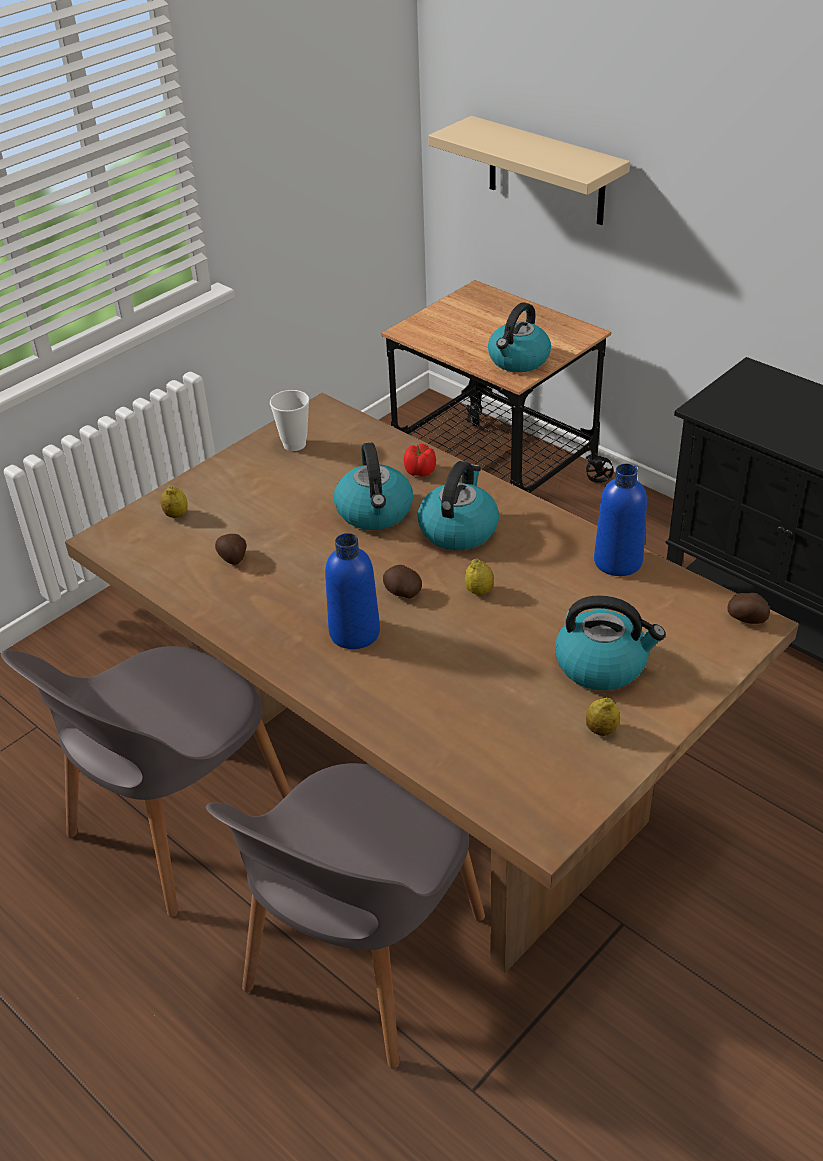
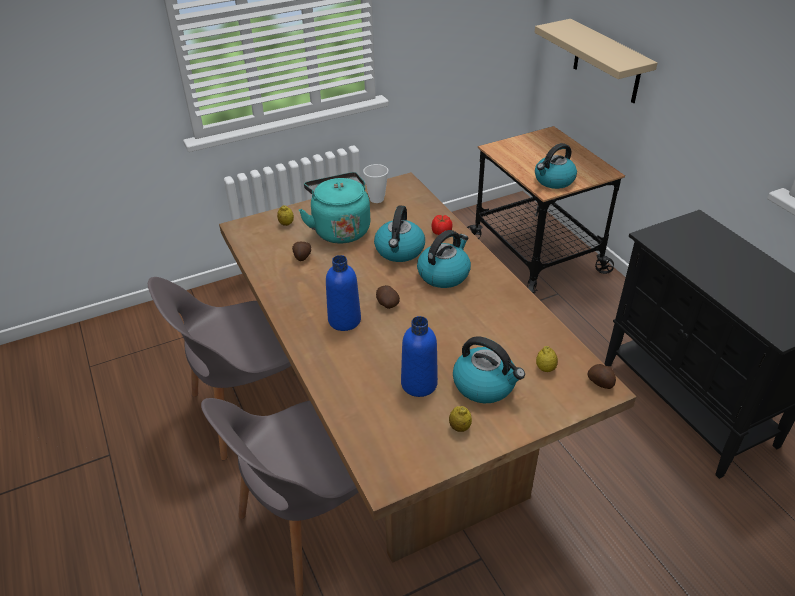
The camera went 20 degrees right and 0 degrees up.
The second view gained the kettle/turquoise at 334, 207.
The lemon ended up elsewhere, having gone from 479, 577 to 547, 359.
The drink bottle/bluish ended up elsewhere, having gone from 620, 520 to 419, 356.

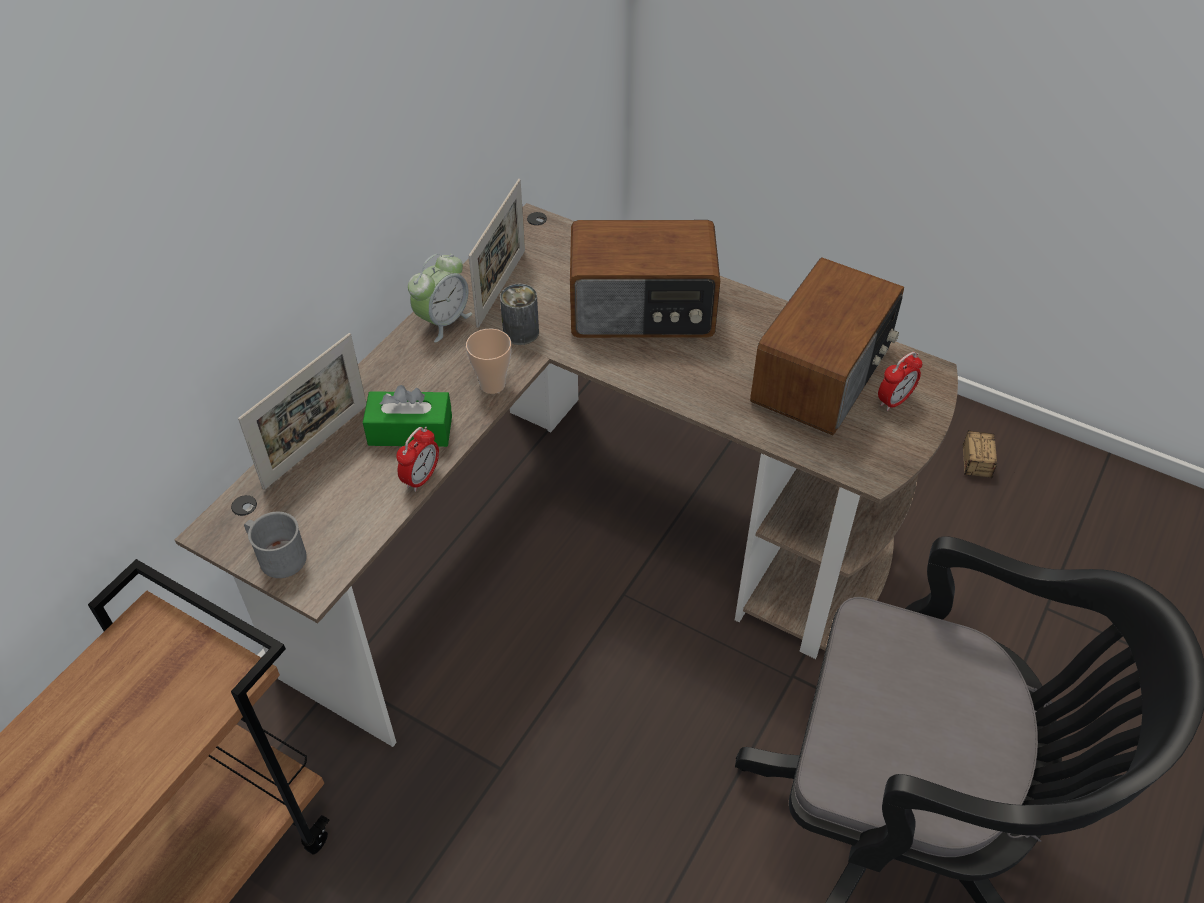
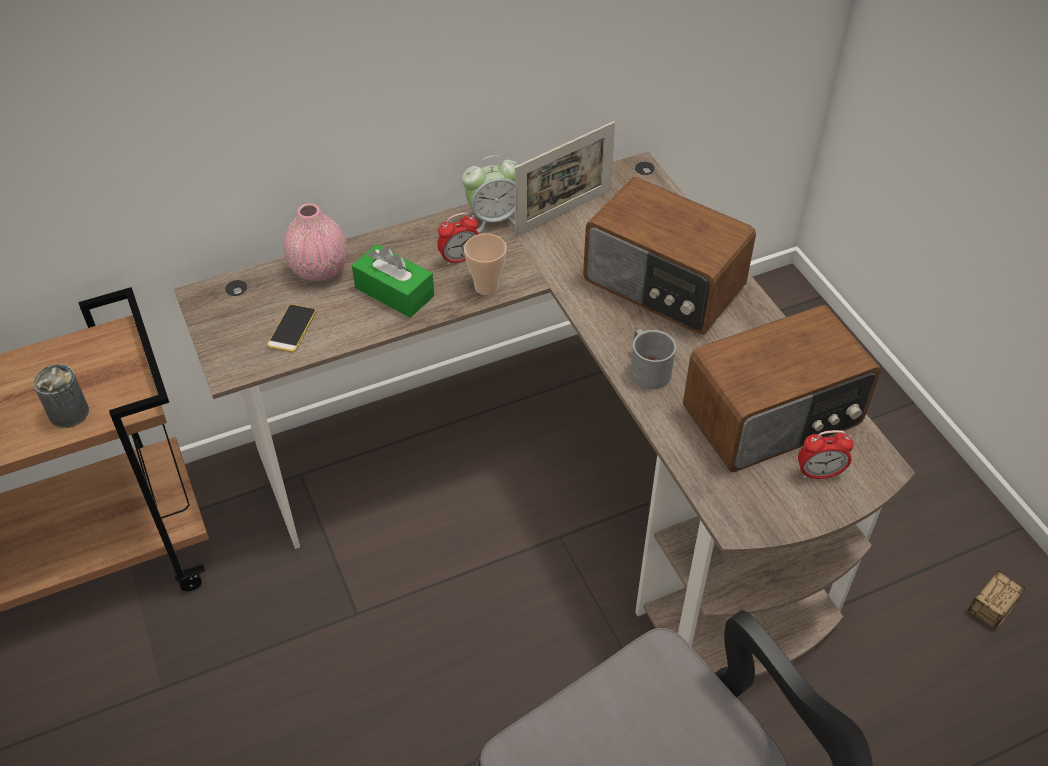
The camera went 35 degrees right and 0 degrees up.
The second view gained the telephone at 292, 328.
The mug/grey ended up elsewhere, having gone from 275, 545 to 653, 359.
The table clock ended up elsewhere, having gone from 417, 459 to 458, 239.
The sealed can ended up elsewhere, having gone from 519, 314 to 61, 396.
Where the photo frame stood at 302, 411, the decorative vase/pink came to stand at 315, 242.

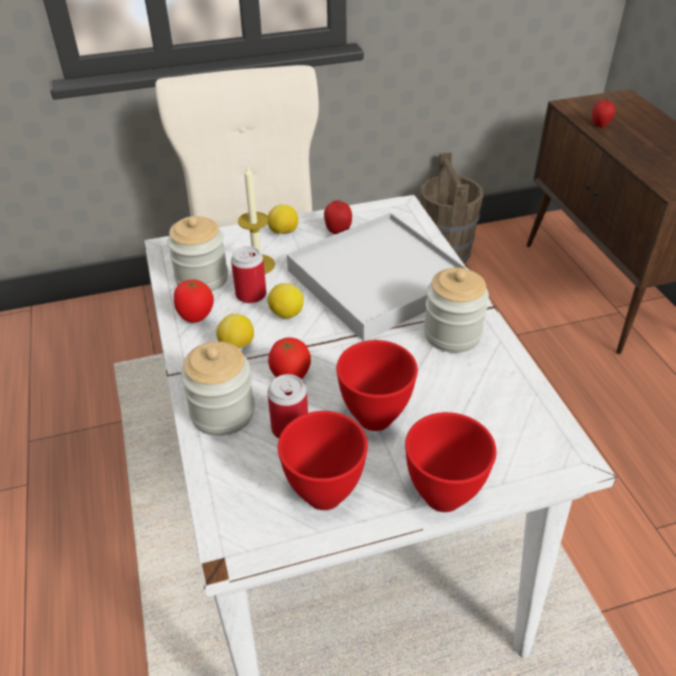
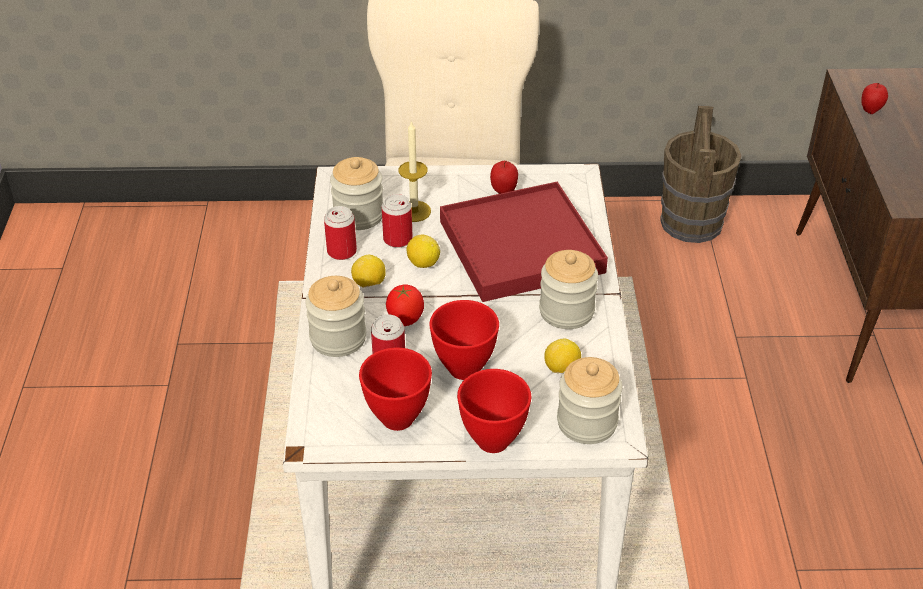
The camera went 15 degrees right and 0 degrees up.
The second view gained the preserve jar at 590, 400.
The lemon ended up elsewhere, having gone from 283, 219 to 562, 355.
Where the tomato stood at 194, 301, the sealed can came to stand at 340, 233.
What was the tray/whitish at 378, 276 turned into the tray/red-coloured at 524, 242.

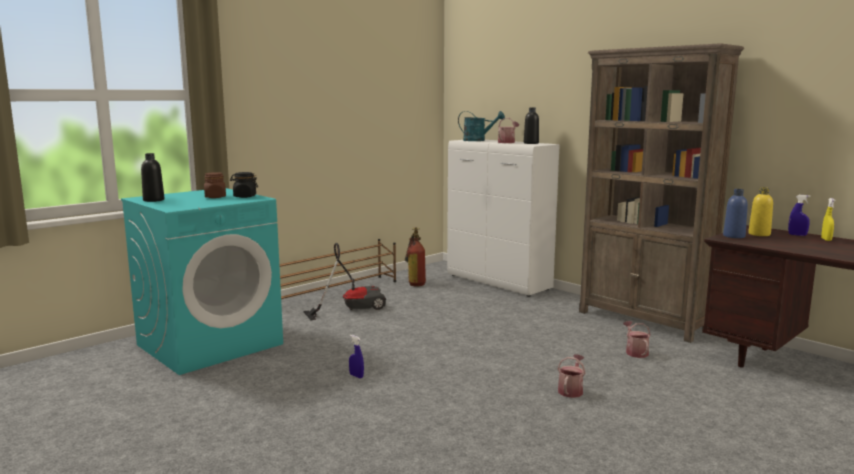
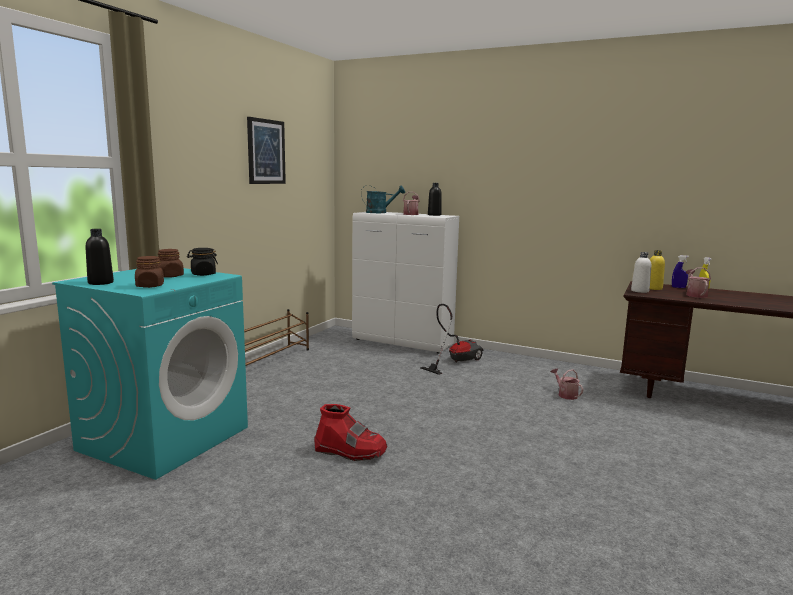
The camera went 20 degrees left and 0 degrees up.
The second view lost the fire-fighting cylinder at 415, 257.
The second view lost the bookshelf/brown at 661, 193.
The second view gained the preserve jar/brown at 149, 272.
The second view gained the wall art at 266, 150.
The vacuum ended up elsewhere, having gone from 344, 281 to 451, 339.
The watering pot ended up elsewhere, having gone from 572, 376 to 698, 282.
Where the spray bottle/bluish stood at 356, 356, the high-top boot/red-coloured came to stand at 350, 432.
What was the drink bottle/bluish at 735, 213 turned into the drink bottle/whitish at 641, 272.

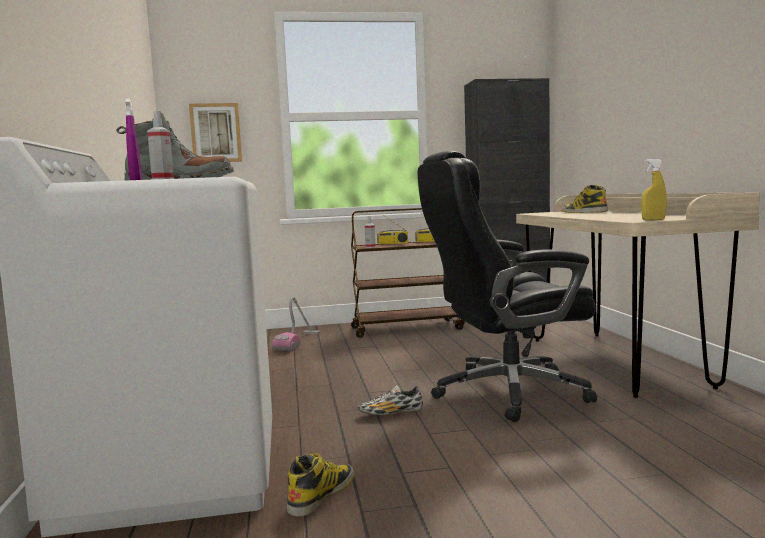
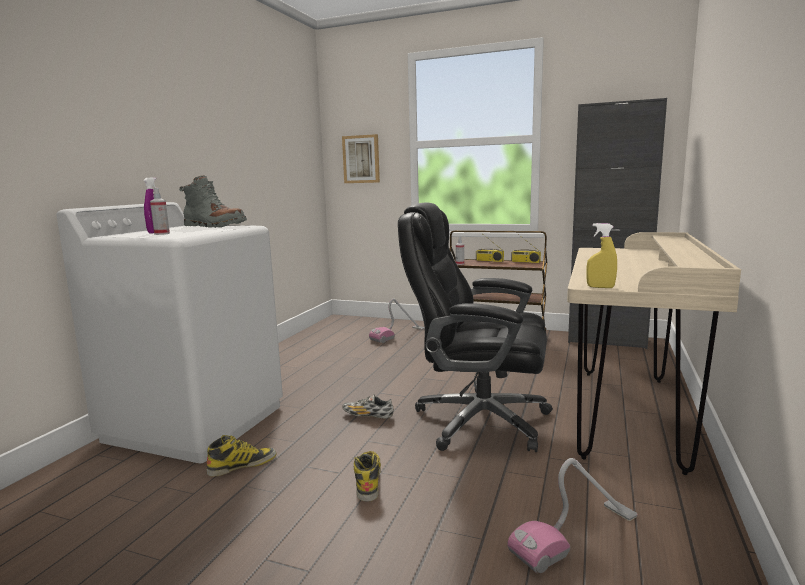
The camera went 30 degrees right and 5 degrees up.
The second view gained the vacuum at 572, 515.
The high-top boot ended up elsewhere, having gone from 584, 199 to 367, 476.

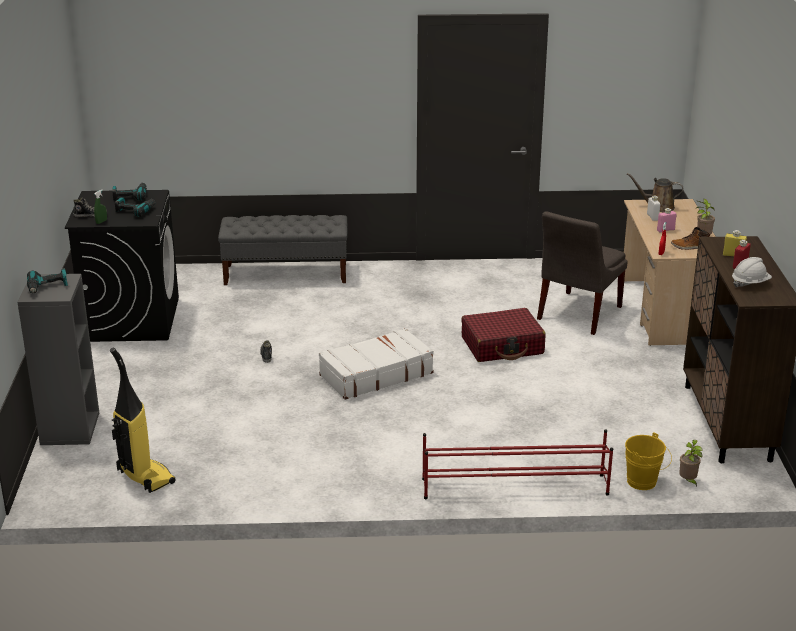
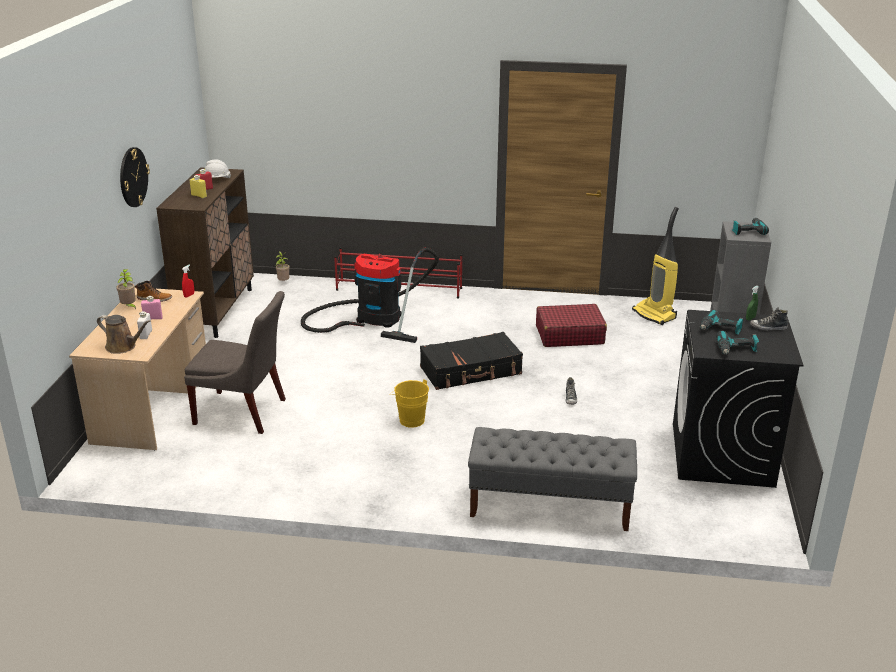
The camera went 170 degrees left and 0 degrees up.
The second view gained the clock on the wall at 135, 177.
The second view gained the vacuum at 370, 295.
The suitcase/red-coloured ended up elsewhere, having gone from 503, 335 to 571, 325.
The pail/yellowish ended up elsewhere, having gone from 648, 461 to 409, 403.
What was the suitcase/whitish at 376, 364 turned into the suitcase/black-coloured at 471, 361.
The chair/grey at 582, 273 ended up facing another way, 60 degrees clockwise from before.

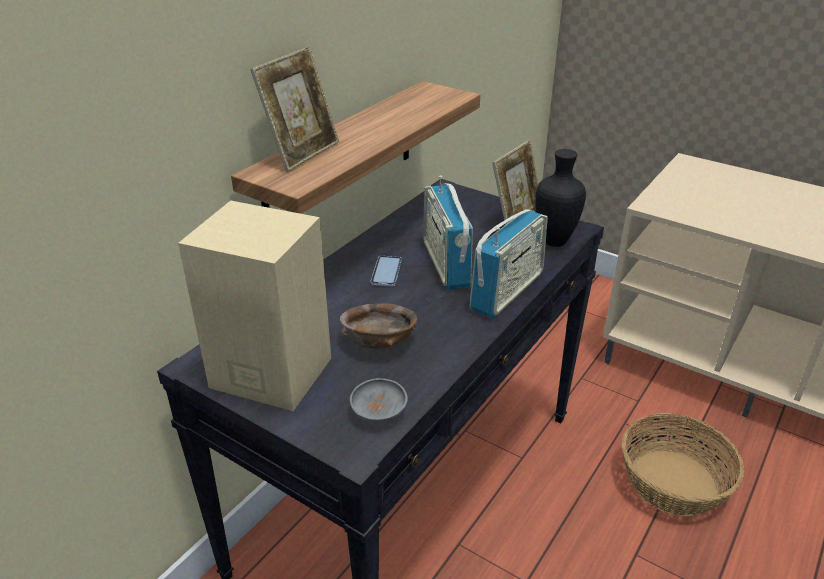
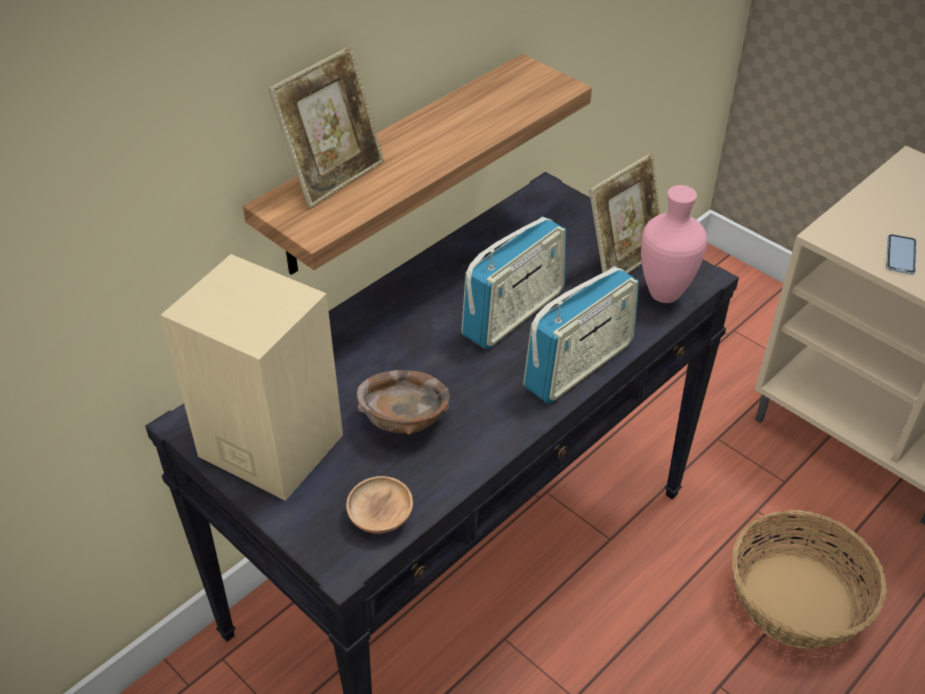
The camera went 10 degrees right and 10 degrees up.
The telephone ended up elsewhere, having gone from 386, 271 to 901, 254.
What was the bowl/grey at 379, 401 turned into the bowl/brown at 379, 505.
What was the decorative vase/black-coloured at 561, 198 turned into the decorative vase/pink at 674, 244.
The radio at 448, 232 ended up facing another way, 135 degrees counterclockwise from before.

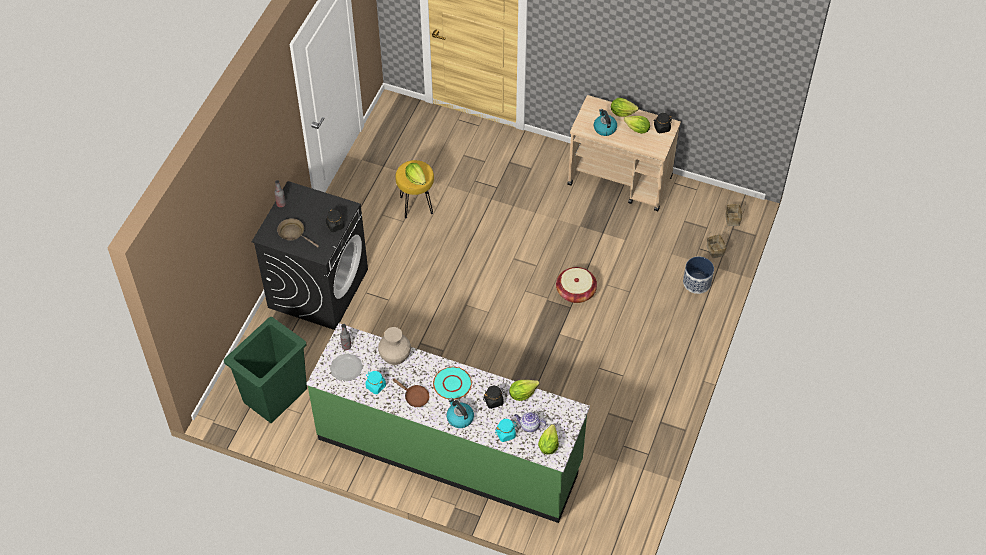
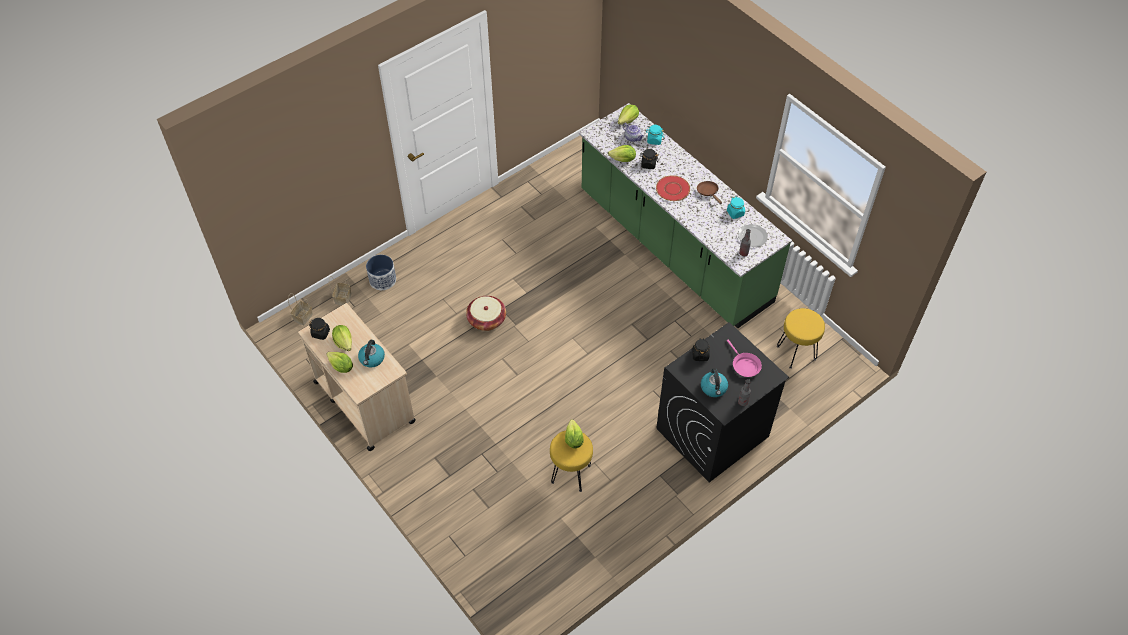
The camera went 150 degrees left and 0 degrees up.
The second view lost the decorative vase/beige at 394, 346.
The kettle ended up elsewhere, having gone from 460, 413 to 714, 382.
Where the waste bin/greenish stood at 265, 370, the stool seat/yellowish came to stand at 801, 338.
What was the pan/brown at 298, 232 turned into the pan/pink at 744, 358.
What was the flat dish/turquoise at 452, 383 turned into the flat dish/red-coloured at 673, 188.

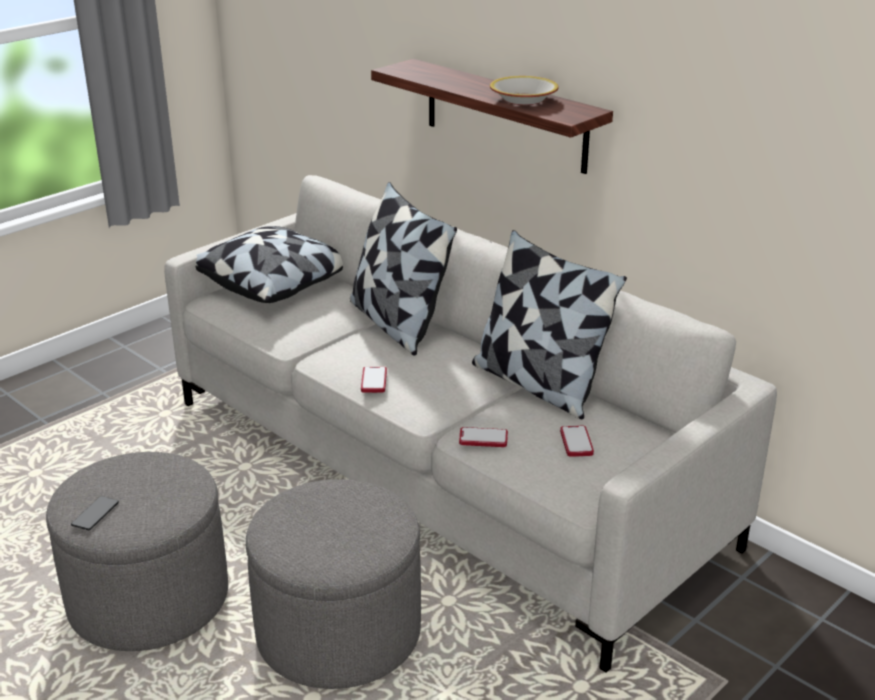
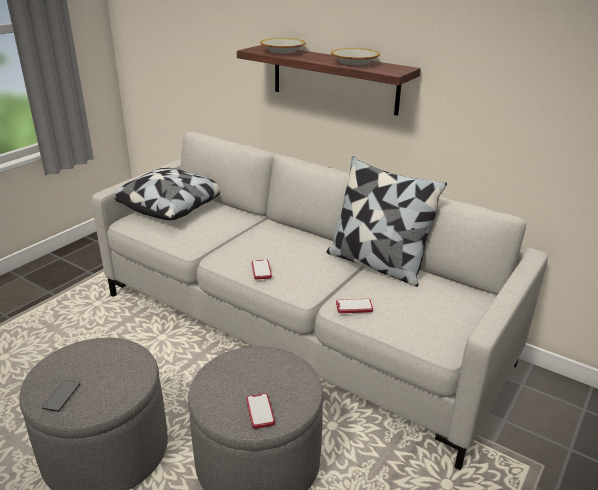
The camera went 10 degrees left and 0 degrees up.
The second view lost the throw pillow at 403, 268.
The second view gained the bowl at 283, 46.
The telephone ended up elsewhere, having gone from 577, 441 to 260, 411.

